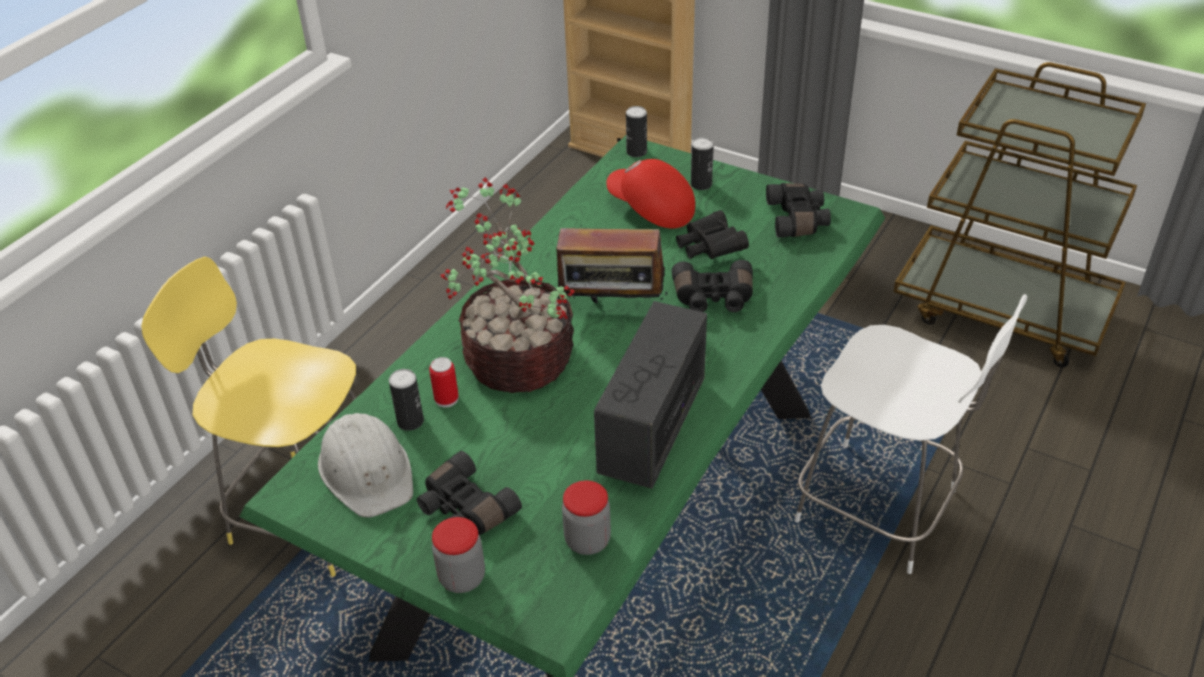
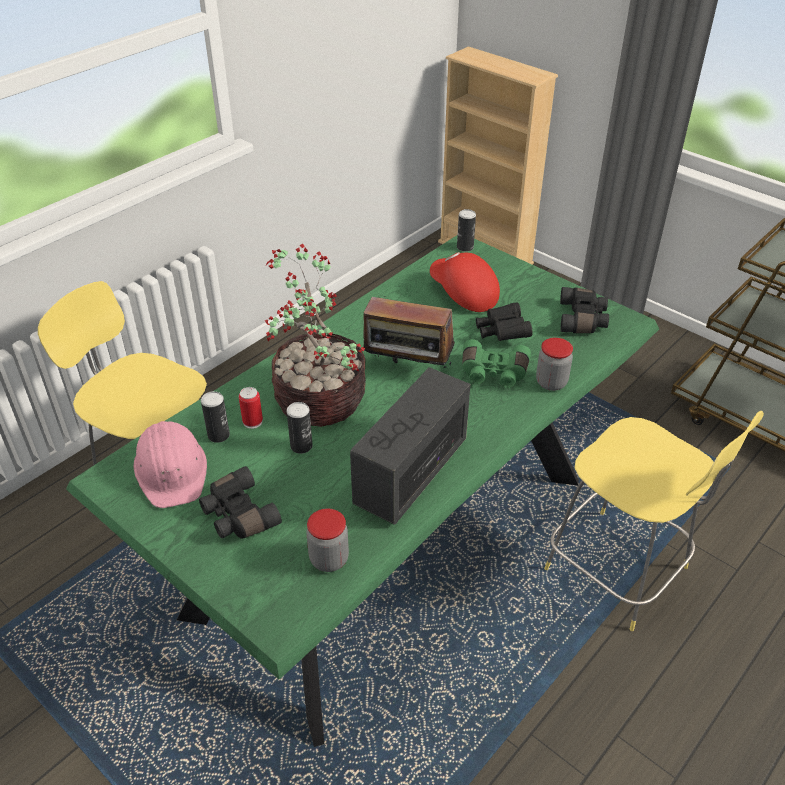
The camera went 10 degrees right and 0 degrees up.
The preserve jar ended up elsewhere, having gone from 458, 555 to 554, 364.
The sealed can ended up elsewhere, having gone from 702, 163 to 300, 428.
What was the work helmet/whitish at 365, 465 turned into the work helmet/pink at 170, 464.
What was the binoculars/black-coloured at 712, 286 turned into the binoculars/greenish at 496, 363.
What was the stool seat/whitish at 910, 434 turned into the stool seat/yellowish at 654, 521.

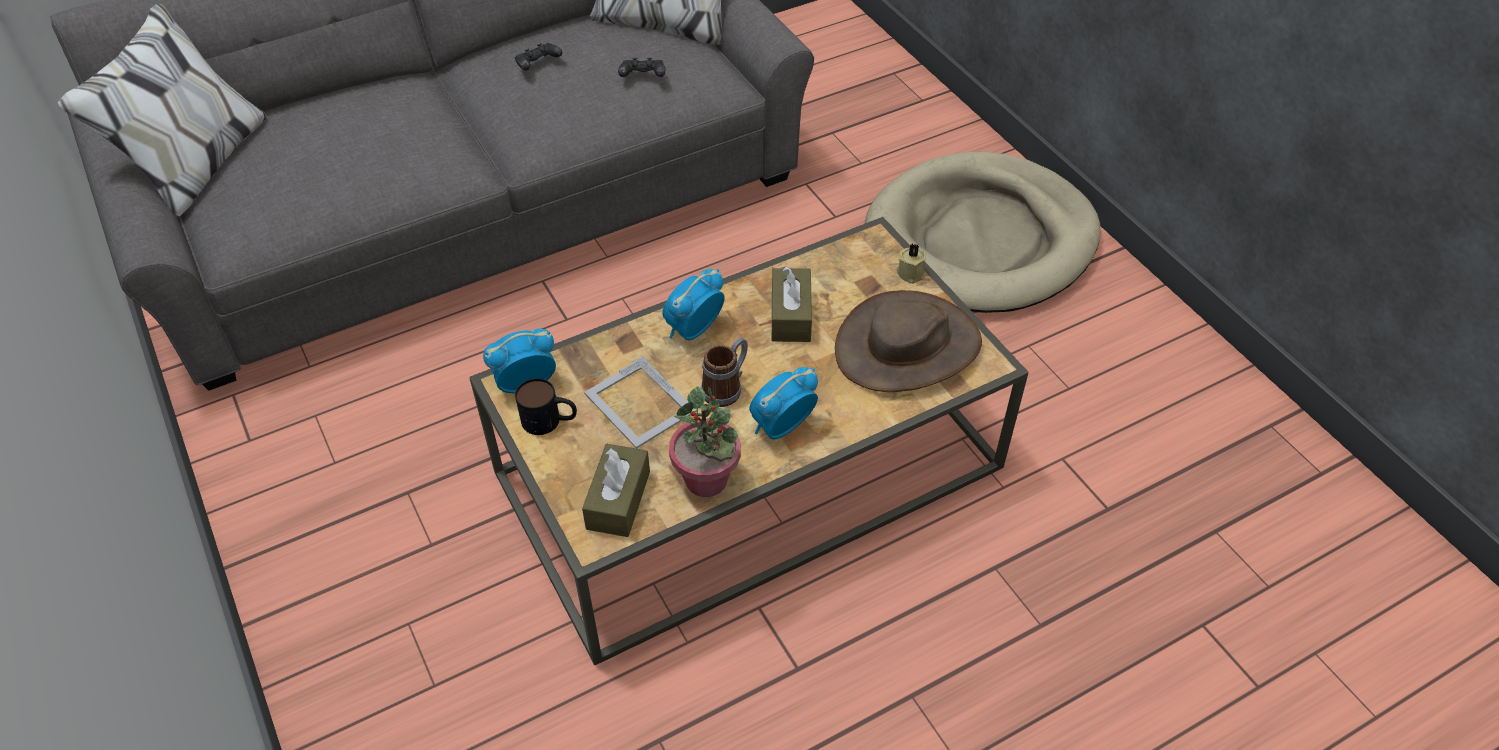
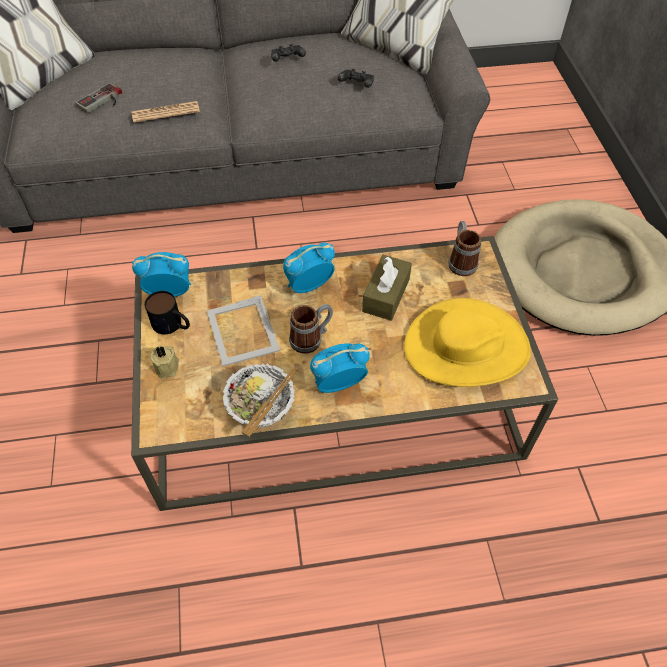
The camera went 20 degrees right and 5 degrees up.
The second view lost the tissue holder/brown at 616, 490.
The second view gained the gamepad at 98, 98.
The second view gained the printed paper at 165, 112.
The second view gained the mug at 464, 248.
The wax light/beige ended up elsewhere, having gone from 911, 263 to 164, 362.
Where the houseplant stood at 705, 442, the bowl came to stand at 259, 400.
What was the clothing hat/brown at 908, 341 turned into the clothing hat/yellowish at 467, 342.

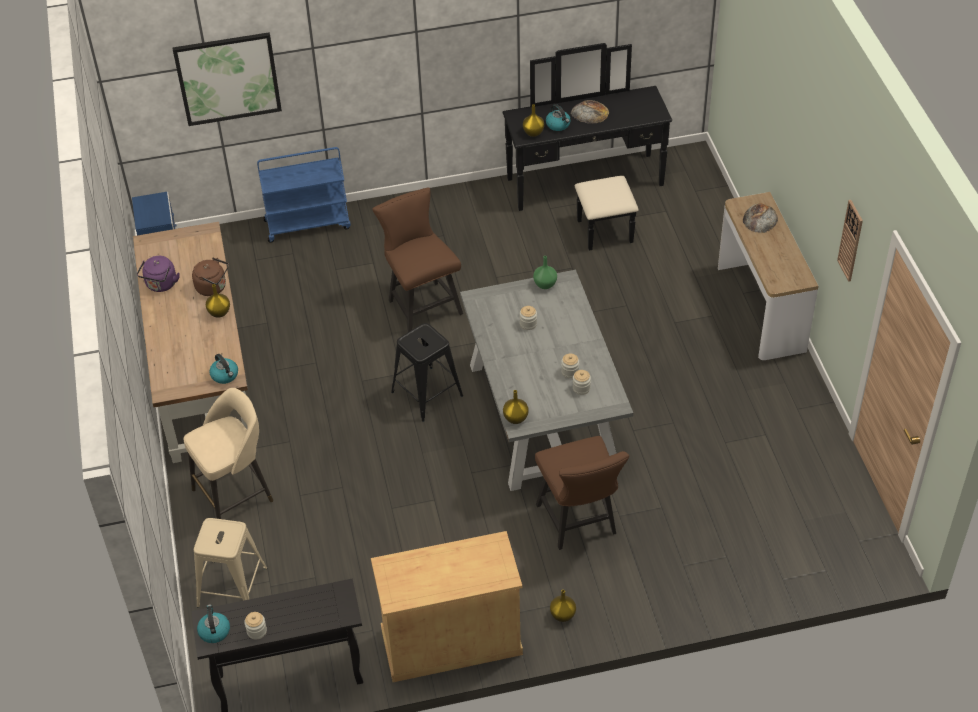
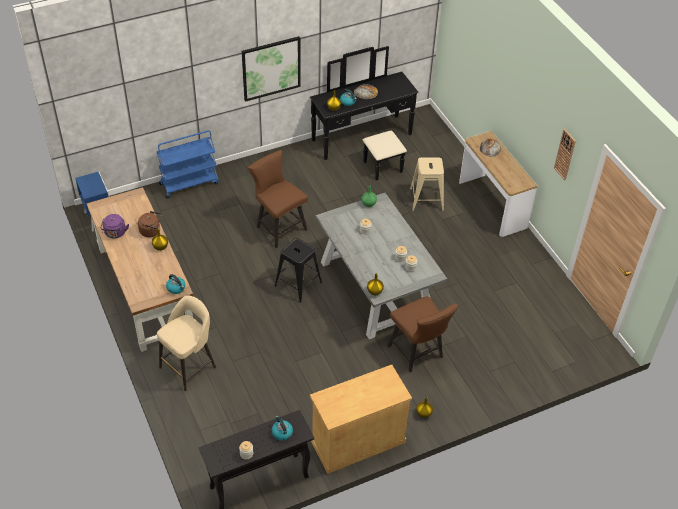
The camera went 15 degrees left and 0 degrees up.
The wall art ended up elsewhere, having gone from 227, 79 to 271, 69.
The stool seat/beige ended up elsewhere, having gone from 230, 562 to 427, 184.
The kettle ended up elsewhere, having gone from 213, 623 to 282, 428.

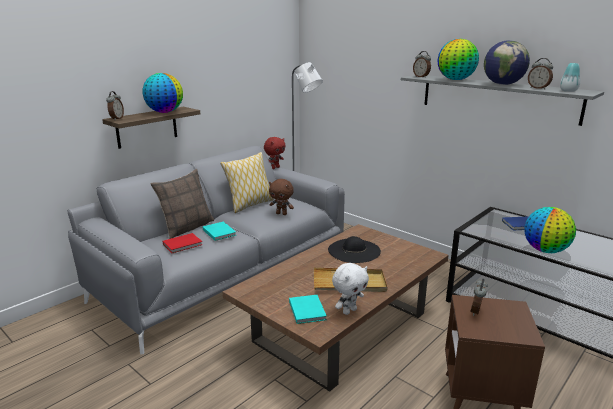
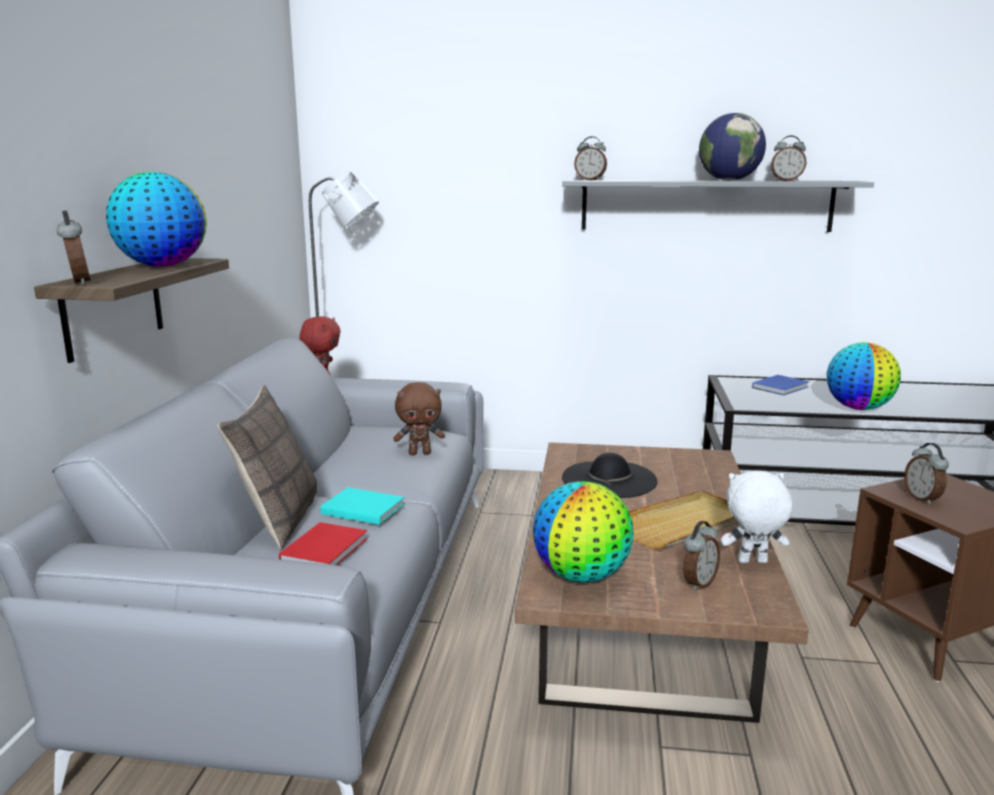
The camera went 35 degrees left and 5 degrees down.
The second view lost the throw pillow at 247, 182.
The second view lost the decorative vase at 570, 77.
The desk globe ended up elsewhere, having gone from 458, 59 to 583, 532.
Where the book/turquoise stood at 308, 309, the table clock came to stand at 701, 556.
The cuddly toy/whitish at 350, 289 ended up facing another way, 105 degrees counterclockwise from before.

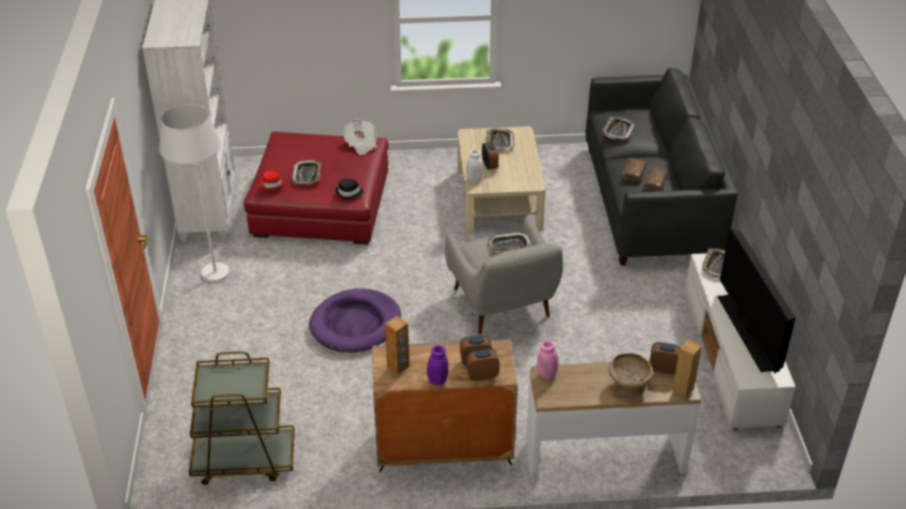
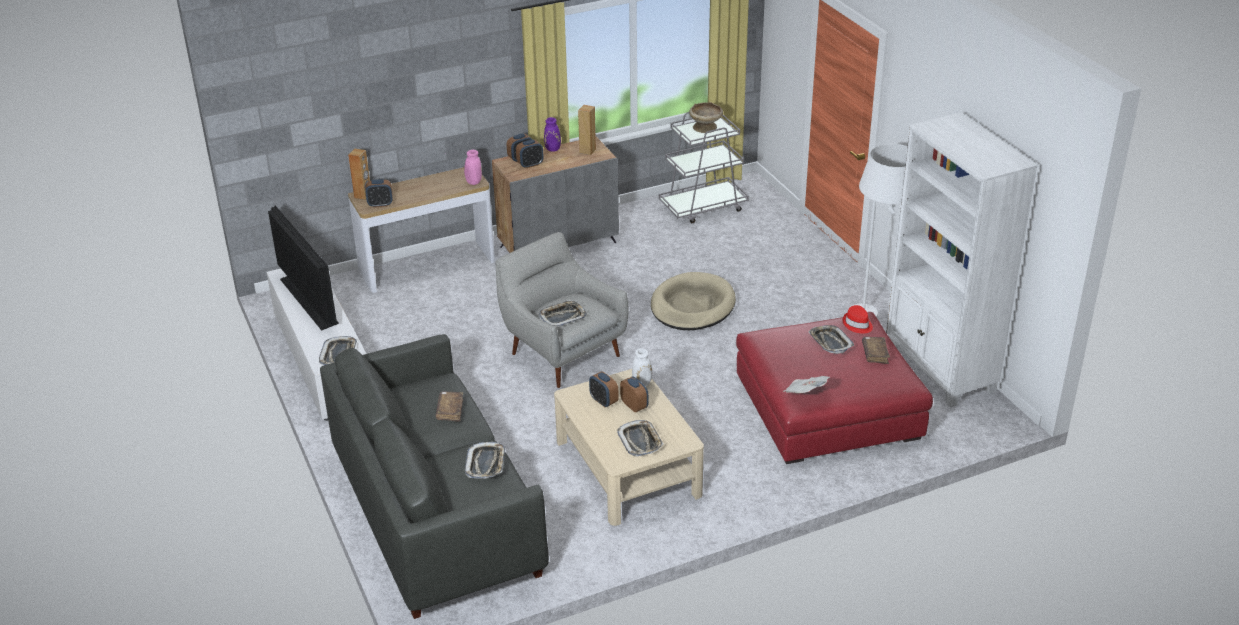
The camera went 160 degrees right and 5 degrees down.
The second view lost the clothing hat/black-coloured at 349, 189.
The second view gained the table clock at 604, 389.
The bowl/beige ended up elsewhere, having gone from 630, 375 to 706, 117.
The book/brown ended up elsewhere, having gone from 655, 179 to 876, 350.
What was the trolley/brown at 242, 418 turned into the trolley/grey at 704, 167.
What was the pet bed/purplish at 355, 320 turned into the pet bed/beige at 693, 301.

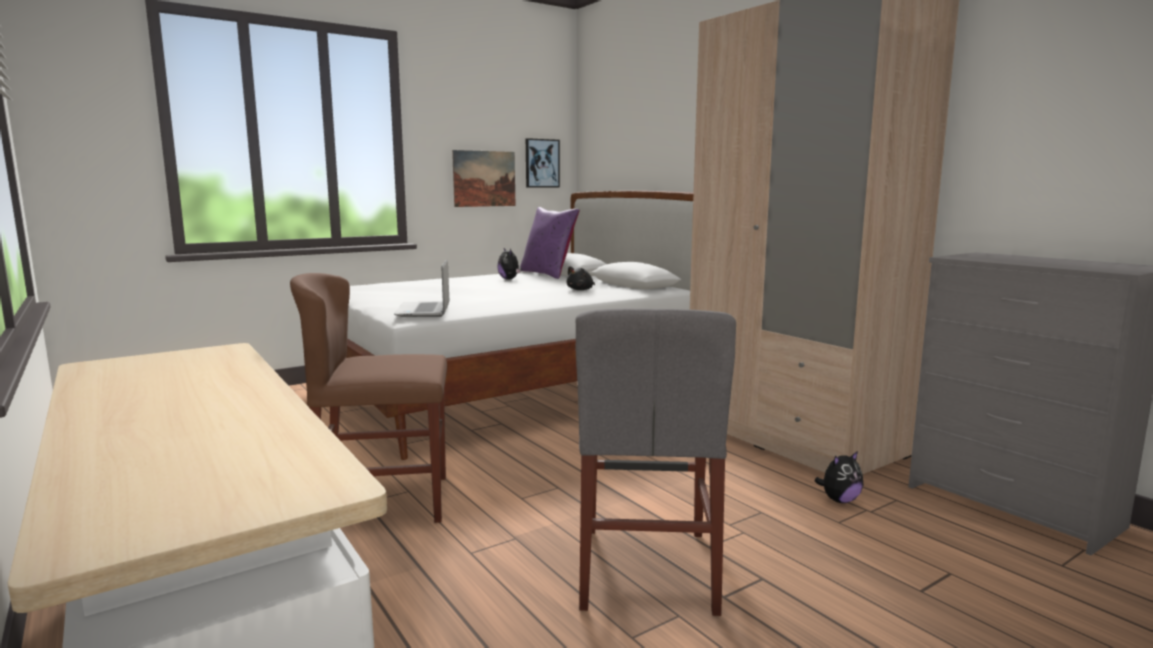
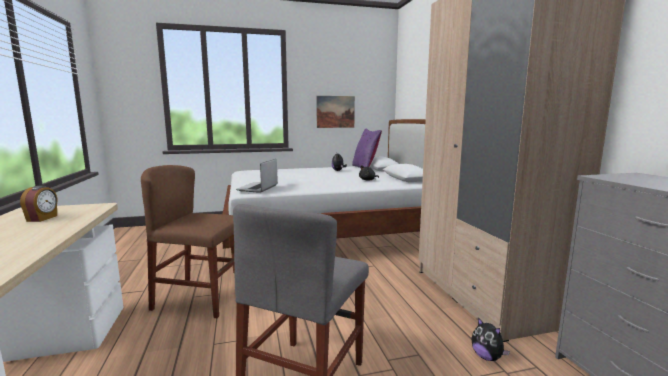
The camera went 20 degrees right and 0 degrees up.
The second view lost the wall art at 543, 162.
The second view gained the table clock at 38, 204.
The cuddly toy at 839, 477 ended up facing another way, 60 degrees clockwise from before.

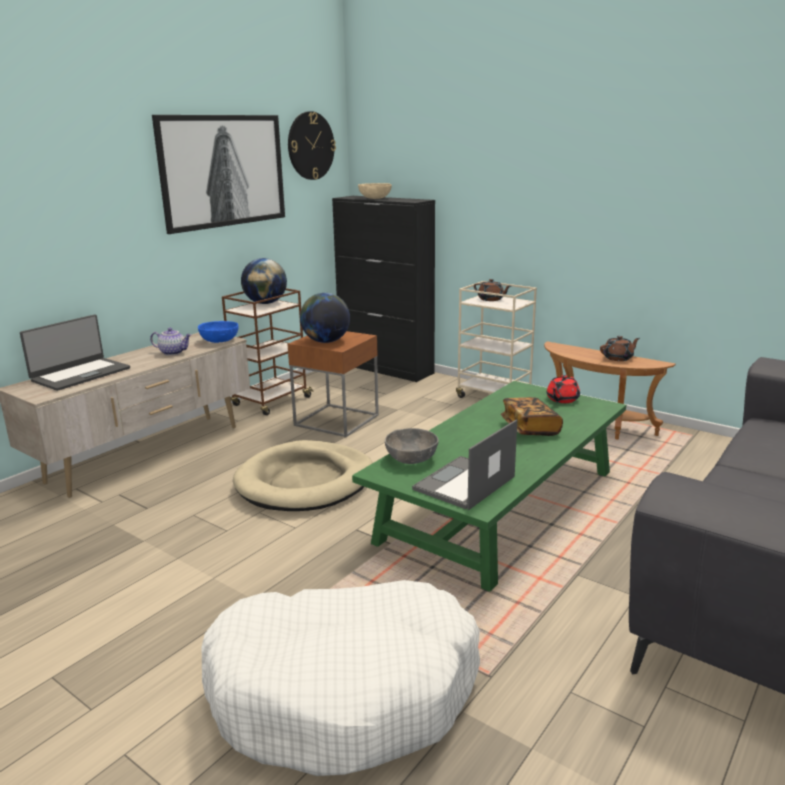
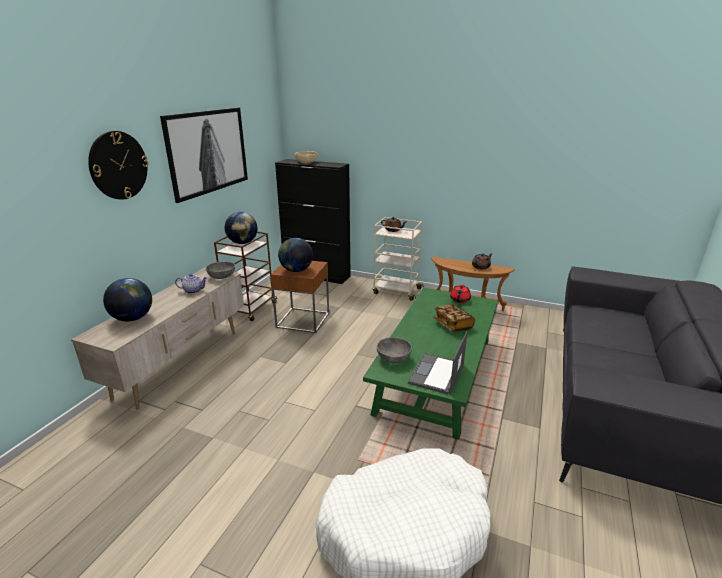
The camera went 15 degrees left and 5 degrees up.
The second view lost the pet bed/beige at 303, 475.
The clock on the wall ended up elsewhere, having gone from 312, 145 to 118, 165.
Where the portable computer stood at 75, 353, the desk globe came to stand at 127, 299.
What was the bowl/bluish at 218, 332 turned into the bowl/grey at 220, 270.

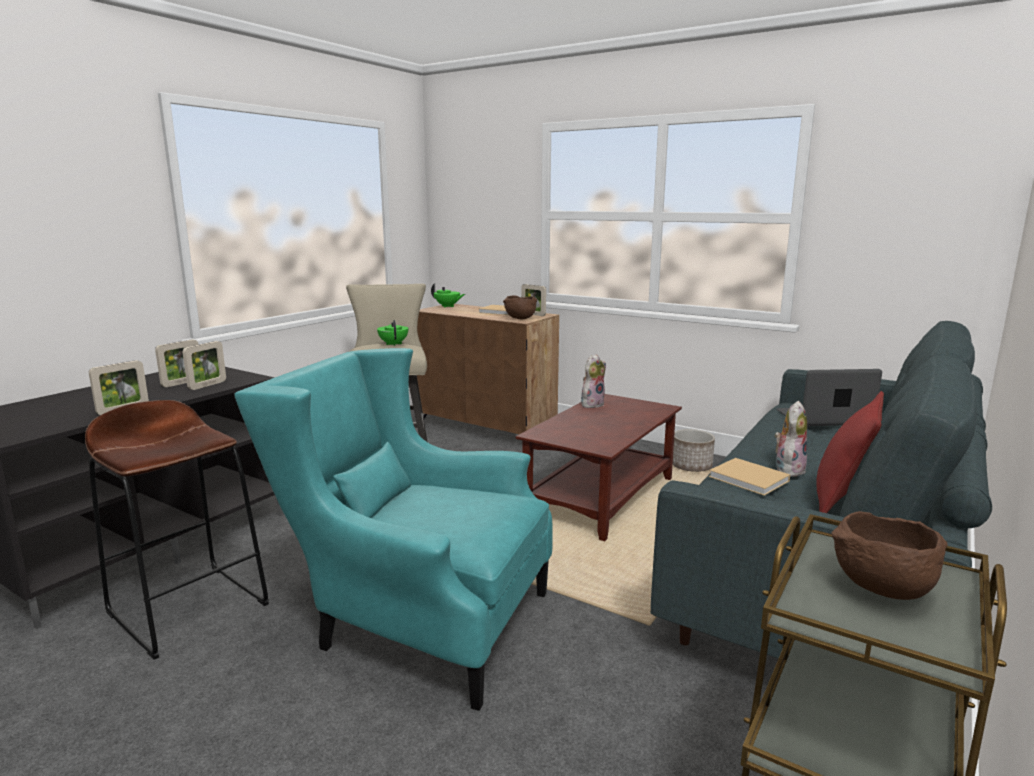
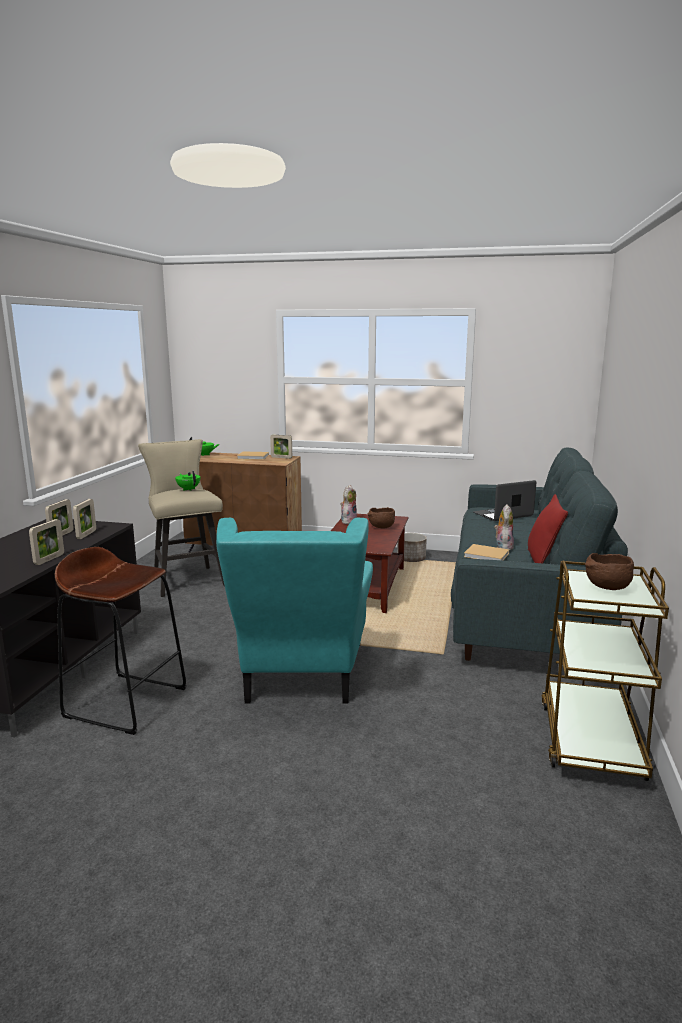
The camera went 20 degrees left and 0 degrees up.
The bowl/brown ended up elsewhere, having gone from 520, 307 to 381, 518.
The lounge chair/turquoise at 393, 529 ended up facing another way, 90 degrees counterclockwise from before.

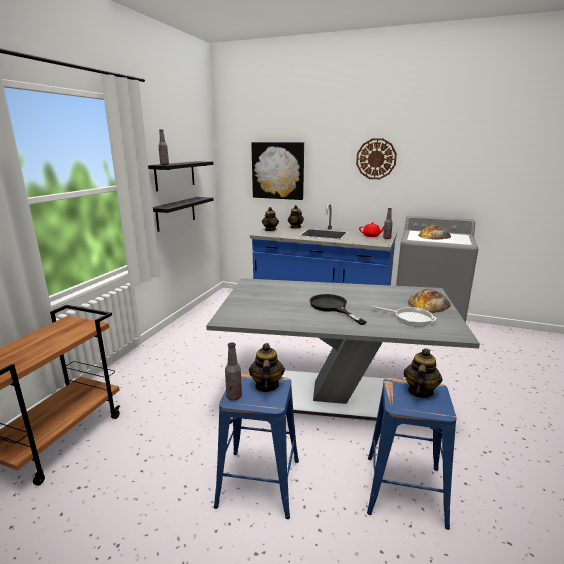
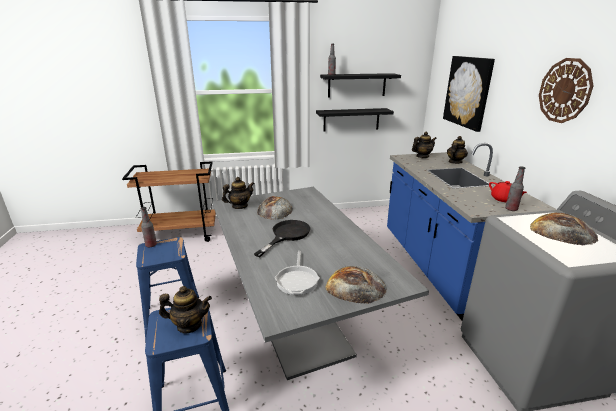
The camera went 60 degrees right and 5 degrees up.
The second view gained the bread at 275, 208.
The tea pot ended up elsewhere, having gone from 267, 367 to 238, 193.

